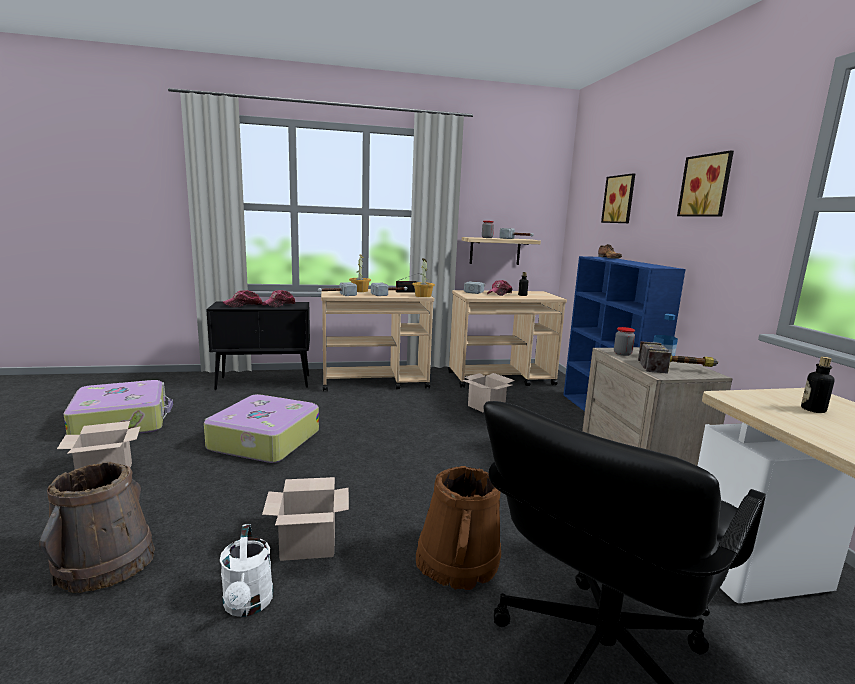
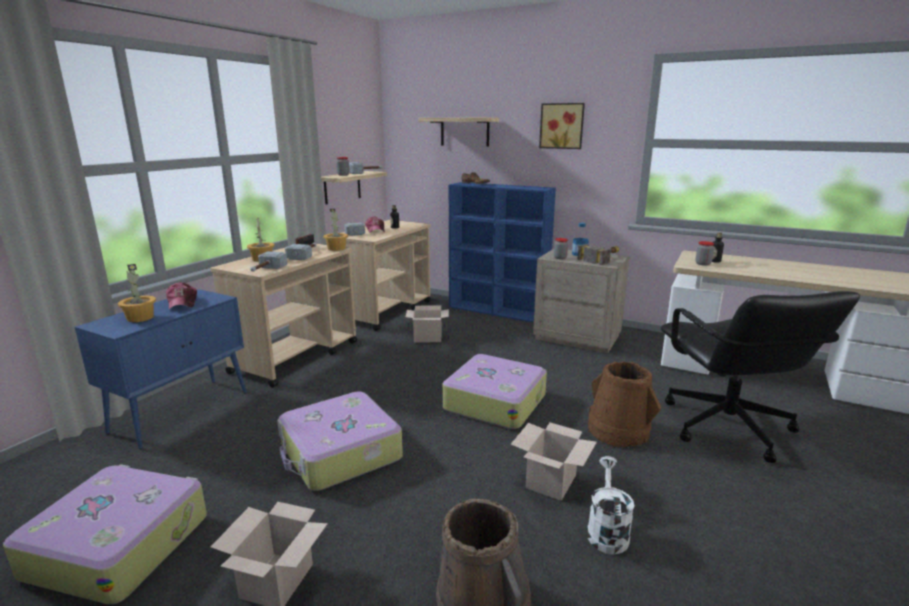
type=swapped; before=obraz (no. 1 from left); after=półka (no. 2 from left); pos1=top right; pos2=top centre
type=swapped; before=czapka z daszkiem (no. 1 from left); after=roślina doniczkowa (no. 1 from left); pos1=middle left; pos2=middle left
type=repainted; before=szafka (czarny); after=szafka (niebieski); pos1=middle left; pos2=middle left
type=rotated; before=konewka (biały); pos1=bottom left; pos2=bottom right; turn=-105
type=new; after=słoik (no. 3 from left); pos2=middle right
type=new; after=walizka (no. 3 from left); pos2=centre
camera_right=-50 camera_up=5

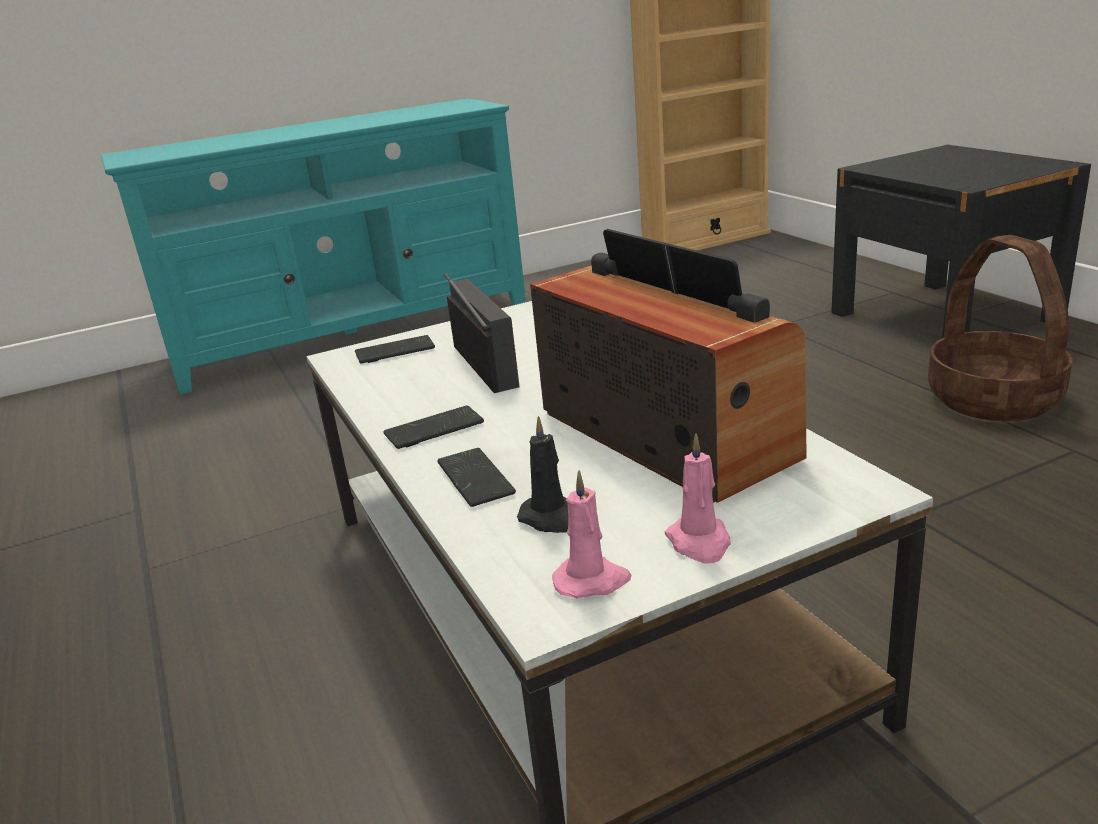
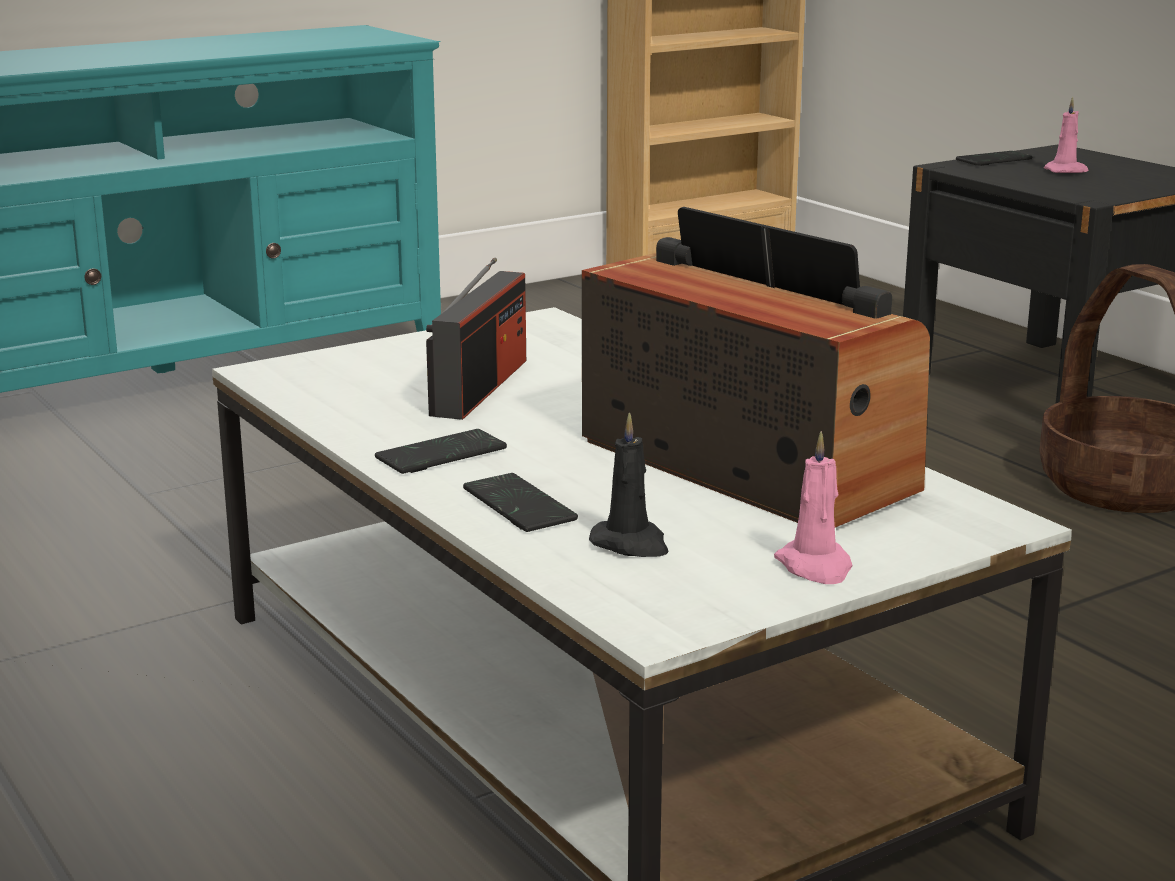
type=rotated; before=radio (no. 1 from left); pos1=centre; pos2=centre; turn=45
type=shifted; before=telefon (no. 1 from left in the first image); after=telefon (no. 3 from left); pos1=centre; pos2=top right
type=shifted; before=świeca (różowy) (no. 1 from left in the first image); after=świeca (różowy) (no. 2 from left); pos1=centre; pos2=top right
camera_right=-10 camera_up=-5

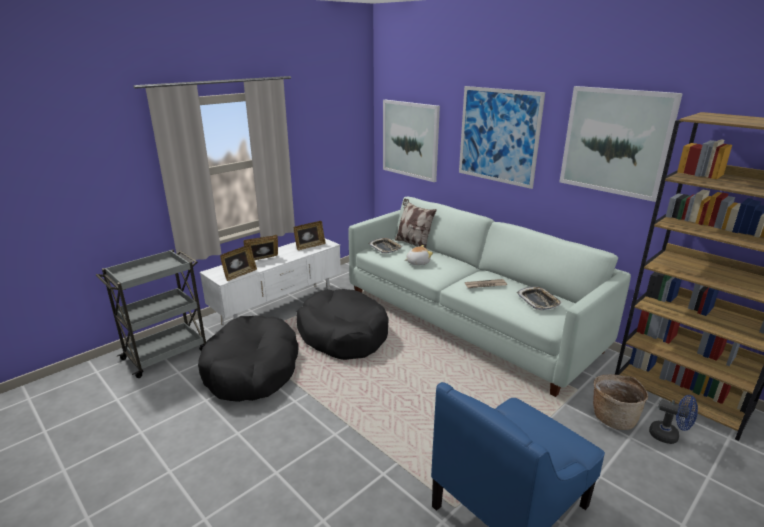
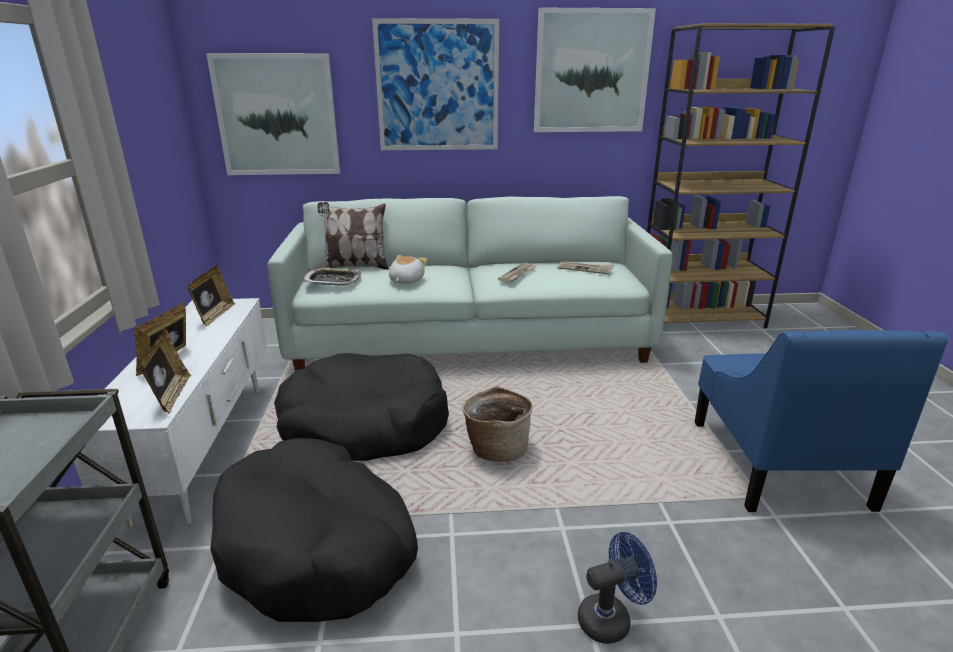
type=swapped; before=taca (no. 2 from left); after=gazeta (no. 2 from left); pos1=middle right; pos2=centre
type=shifted; before=koszyk; pos1=bottom right; pos2=centre
type=shifted; before=wentylator (niebieski); pos1=bottom right; pos2=bottom centre
camera_right=-50 camera_up=0

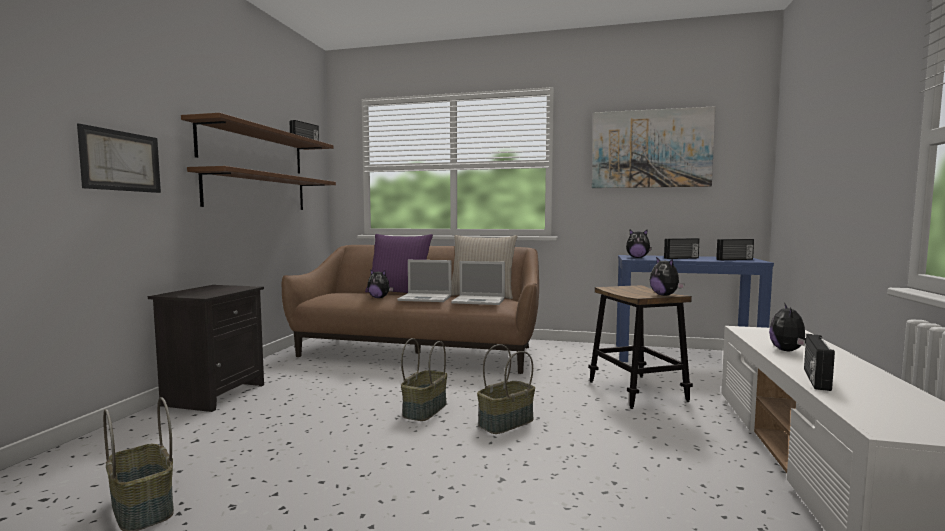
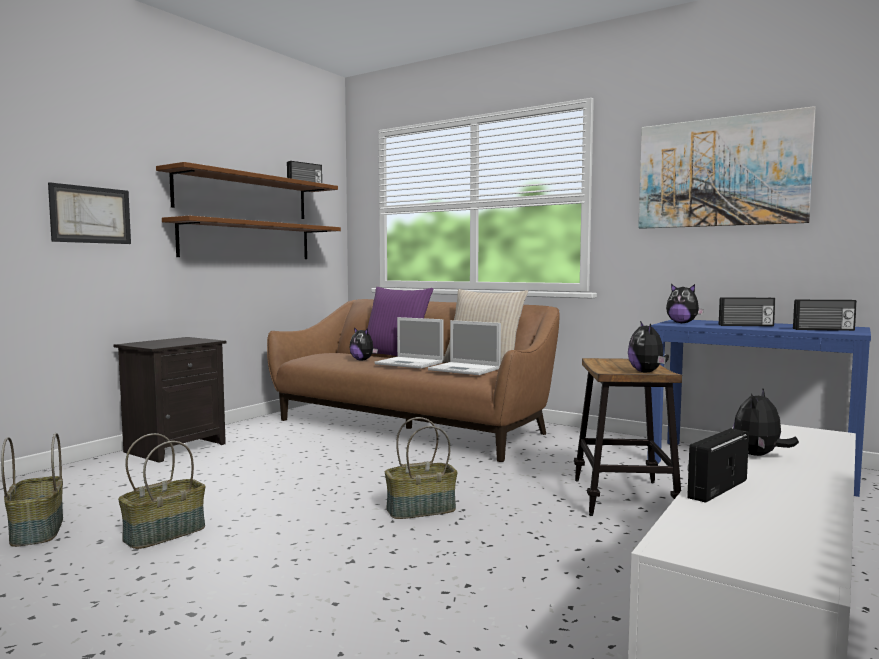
type=shifted; before=koszyk (no. 2 from left); pos1=bottom centre; pos2=bottom left
camera_right=20 camera_up=0

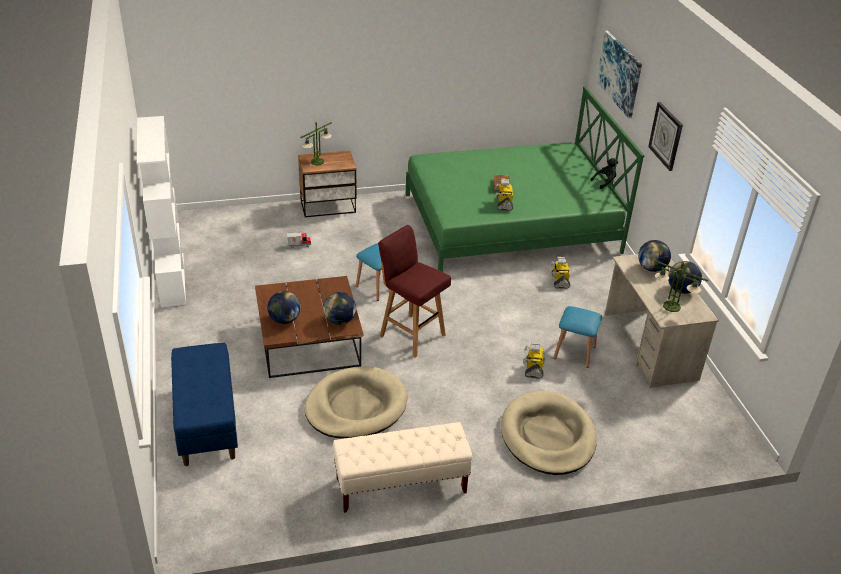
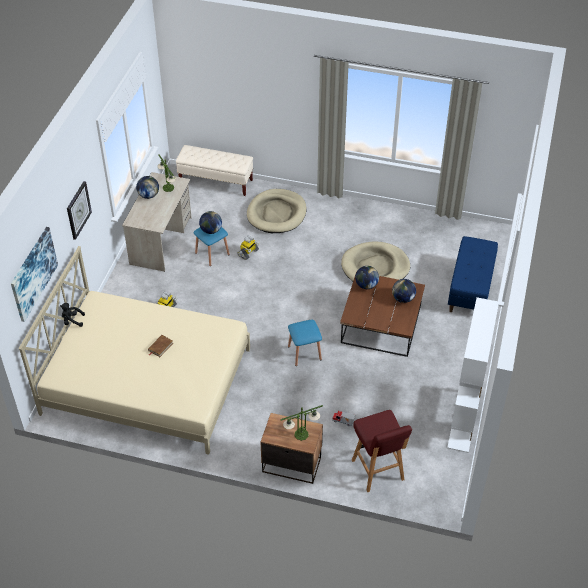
type=repainted; before=łóżko (zielony); after=łóżko (beżowy); pos1=top centre; pos2=middle left
type=gone; before=robot zabawkowy (no. 1 from left); pos1=centre
type=shifted; before=stołek (czerwony); pos1=centre; pos2=bottom centre
type=shifted; before=globus (no. 3 from left in the first image); after=globus (no. 2 from left); pos1=middle right; pos2=centre
type=shifted; before=ławka (beżowy); pos1=bottom centre; pos2=top centre
camera_right=-150 camera_up=10

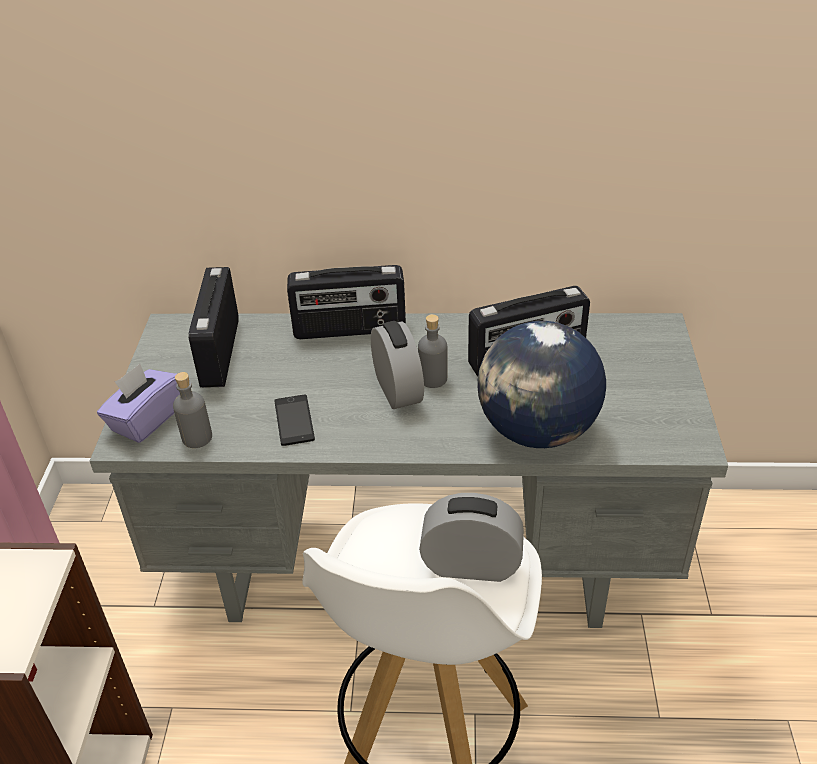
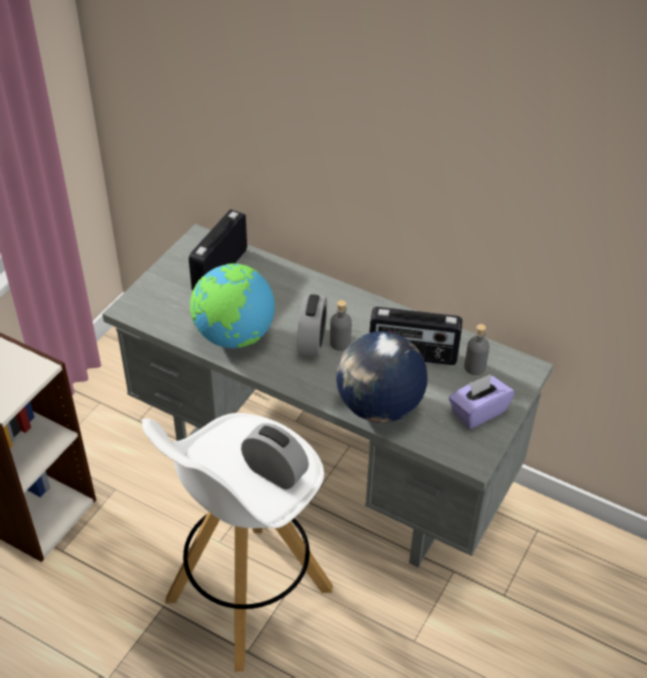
type=gone; before=radio (no. 2 from left); pos1=centre
type=shifted; before=pudełko chusteczek (fioletowy); pos1=middle left; pos2=middle right
type=shifted; before=butelka (szary) (no. 1 from left in the first image); after=butelka (szary) (no. 2 from left); pos1=middle left; pos2=middle right
type=swapped; before=telefon; after=globus (no. 1 from left); pos1=centre; pos2=centre
camera_right=25 camera_up=5

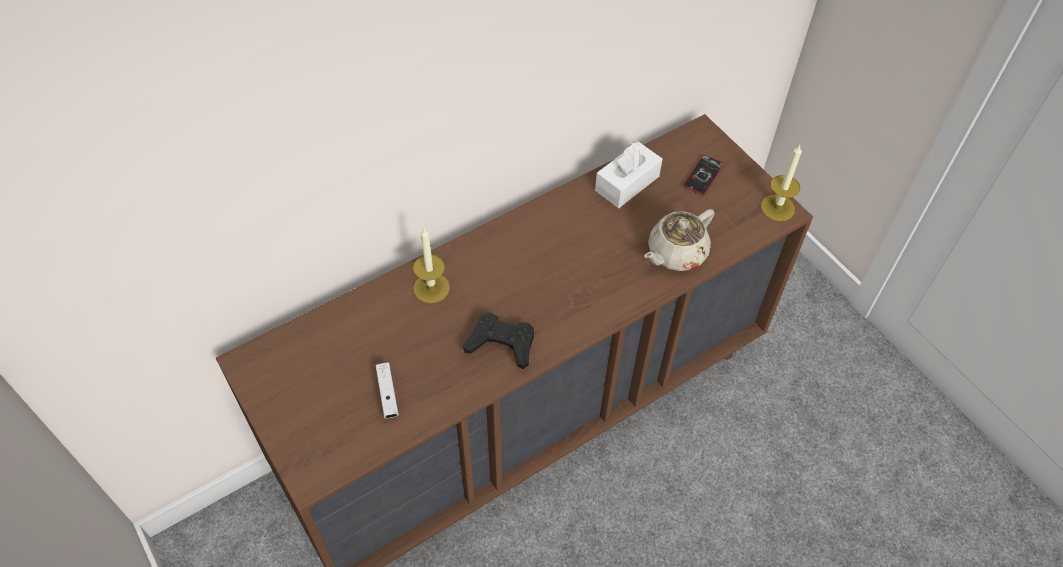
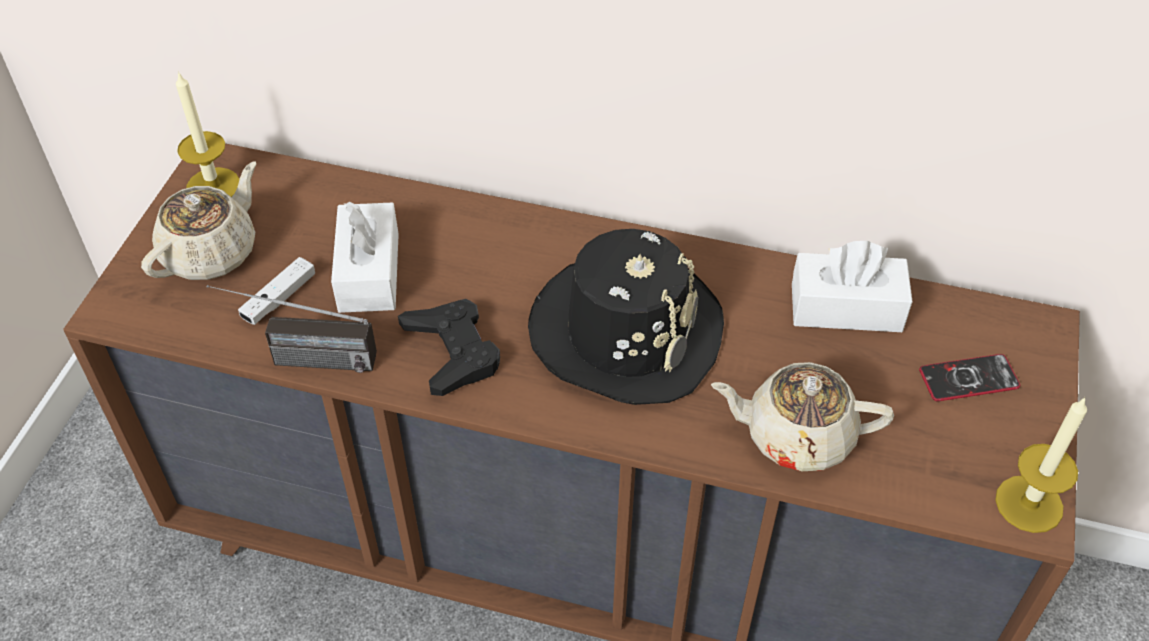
type=shifted; before=świeca (no. 1 from left); pos1=centre; pos2=top left
type=new; after=imbryk (beżowy) (no. 1 from left); pos2=middle left
type=new; after=pudełko chusteczek (biały) (no. 1 from left); pos2=middle left
type=new; after=kapelusz (czarny); pos2=centre
type=new; after=radio; pos2=middle left
camera_right=50 camera_up=-5

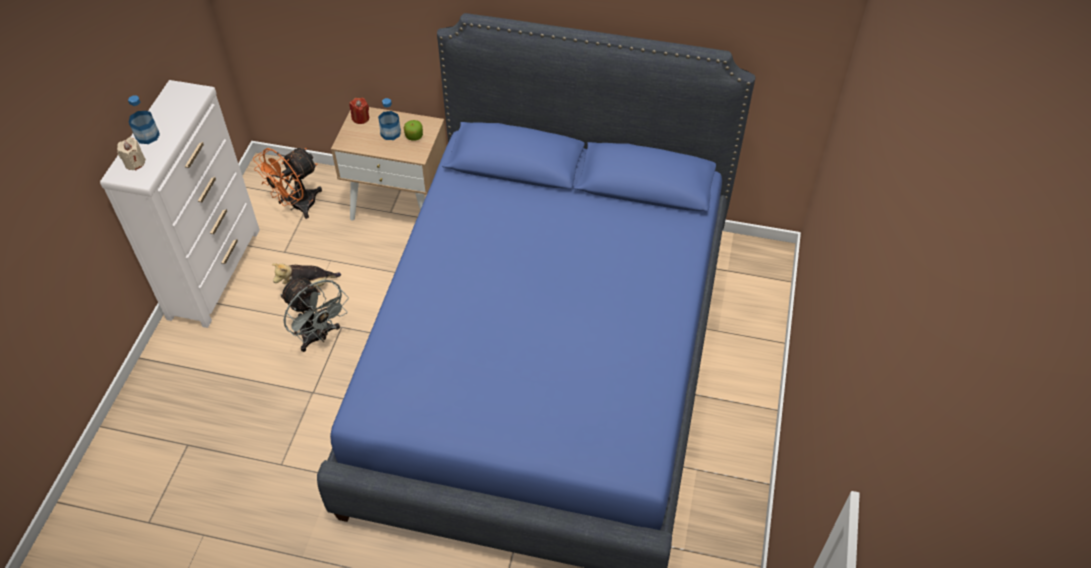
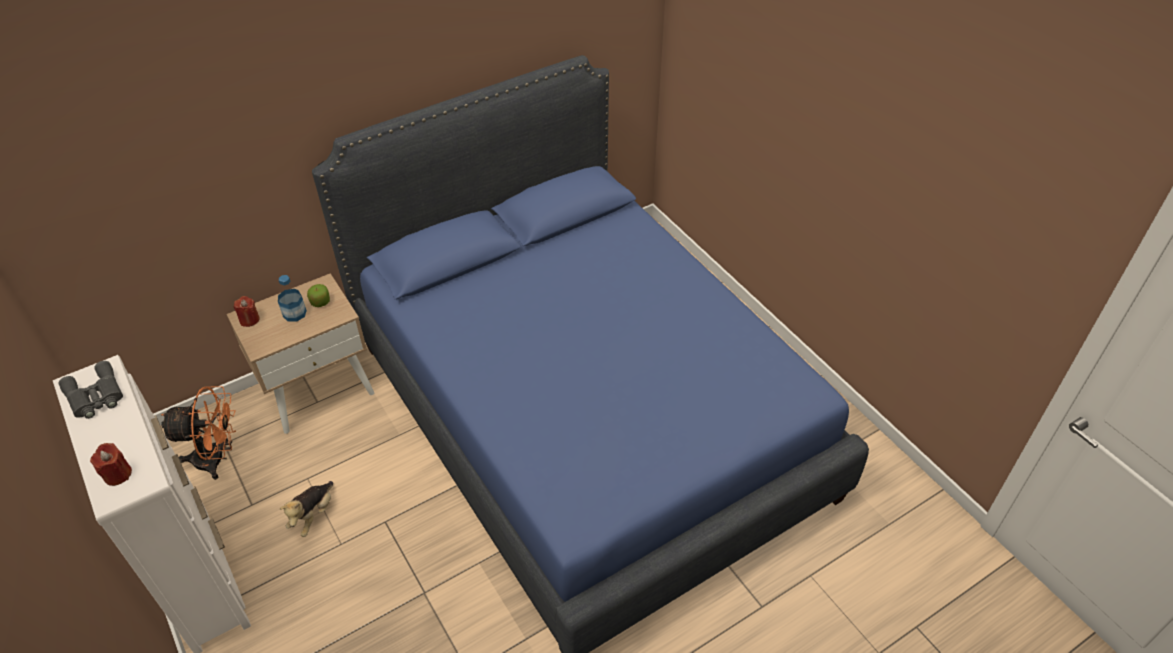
type=gone; before=butelka (no. 1 from left); pos1=top left
type=repainted; before=świeca (beżowy); after=świeca (czerwony) (no. 1 from left); pos1=top left; pos2=bottom left
type=rotated; before=wentylator (pomarańczowy); pos1=top left; pos2=middle left; turn=-90
type=gone; before=wentylator (szary); pos1=middle left
type=new; after=lornetka (szary); pos2=middle left
camera_right=-45 camera_up=-5

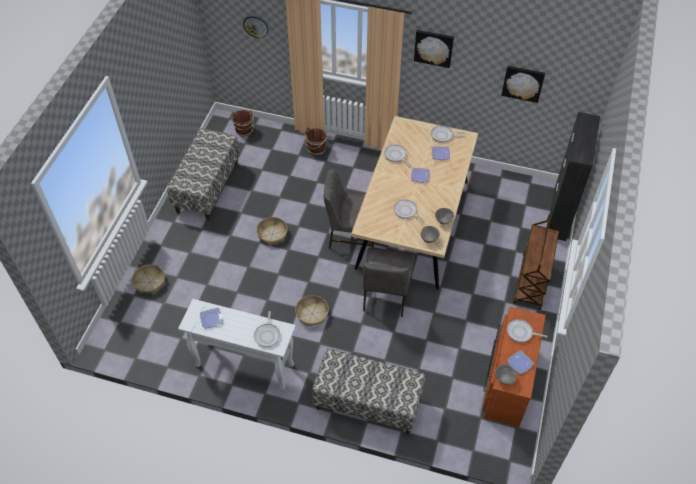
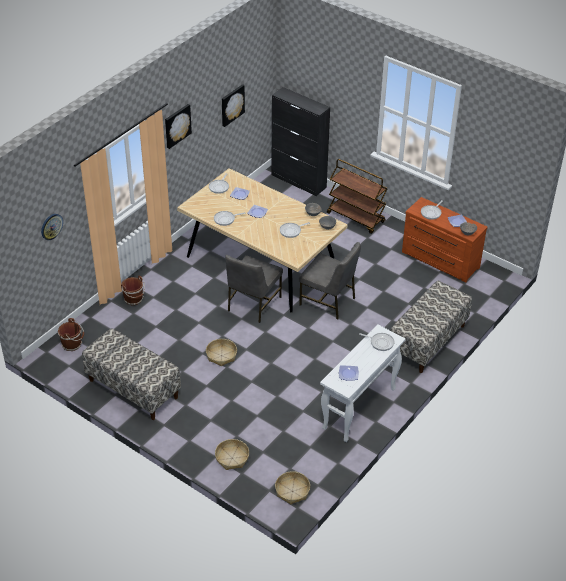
type=shifted; before=koszyk (no. 3 from left); pos1=centre; pos2=bottom centre
camera_right=-70 camera_up=-10

